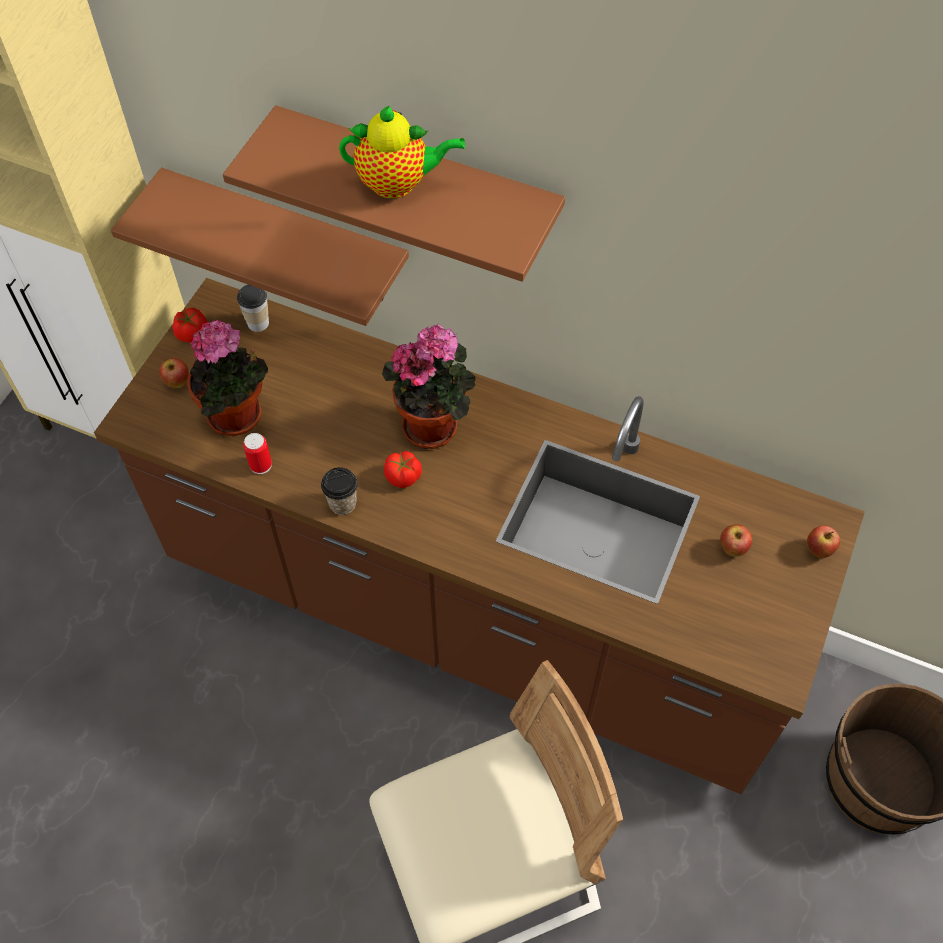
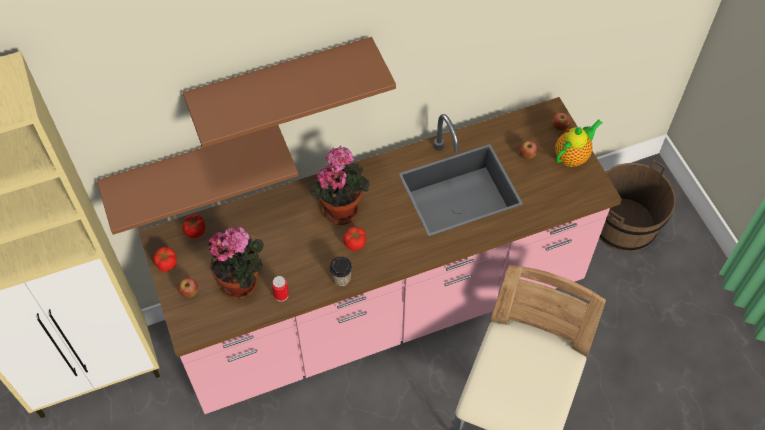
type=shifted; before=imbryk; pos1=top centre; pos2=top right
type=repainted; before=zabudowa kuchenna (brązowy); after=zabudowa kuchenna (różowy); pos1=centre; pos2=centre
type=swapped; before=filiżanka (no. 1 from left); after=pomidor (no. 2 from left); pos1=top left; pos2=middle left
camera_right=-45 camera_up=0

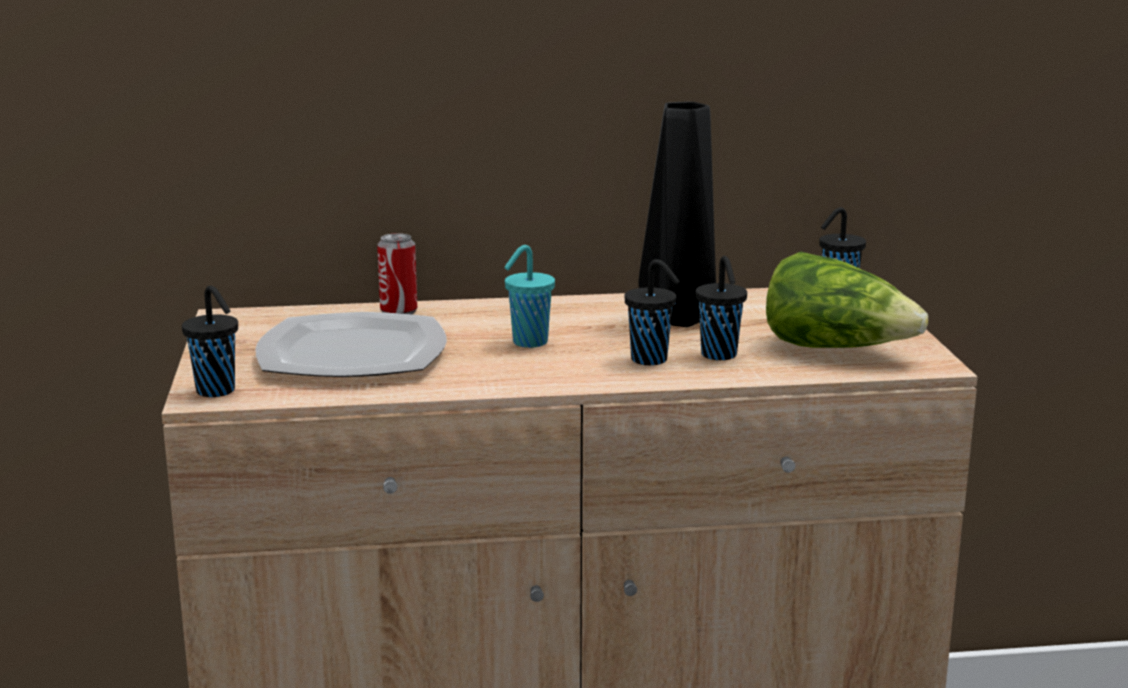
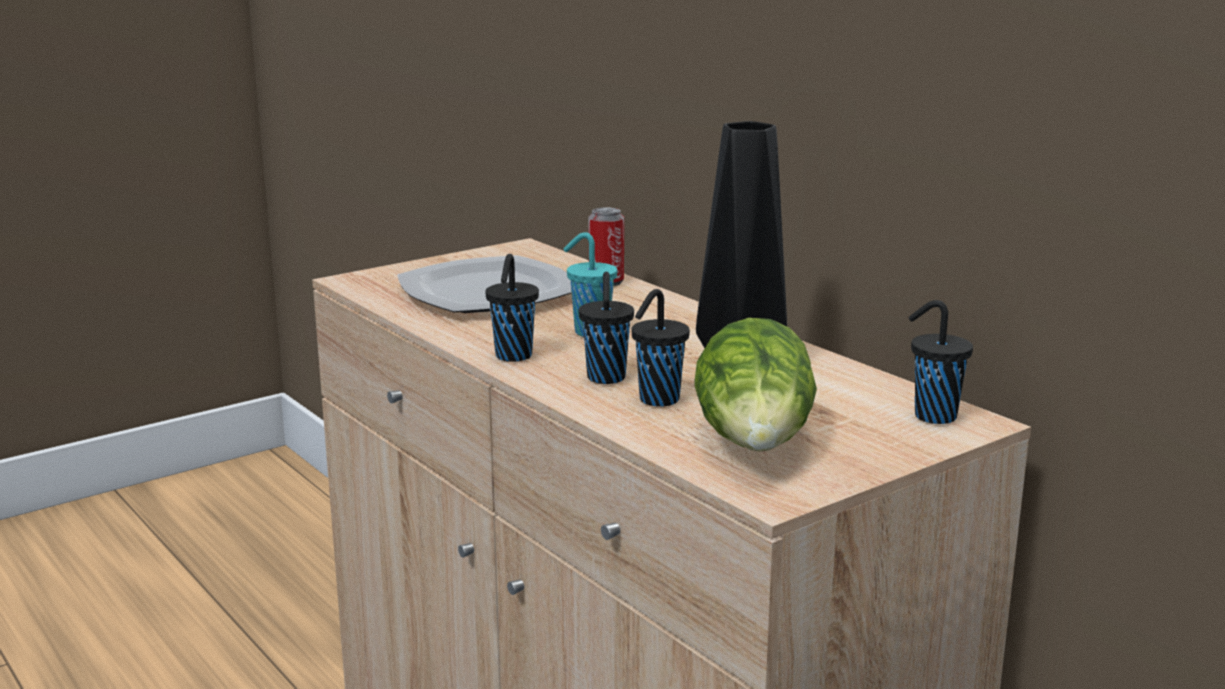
type=shifted; before=filiżanka (czarny) (no. 1 from left); pos1=middle left; pos2=centre
camera_right=60 camera_up=0

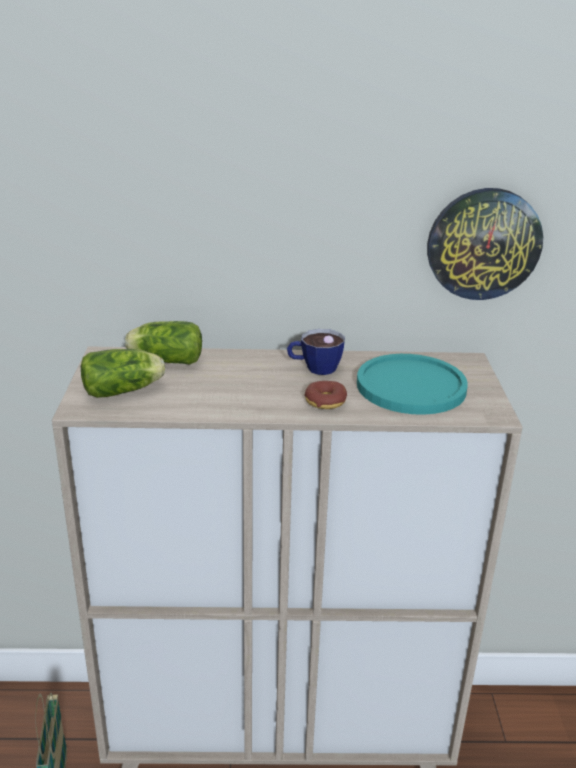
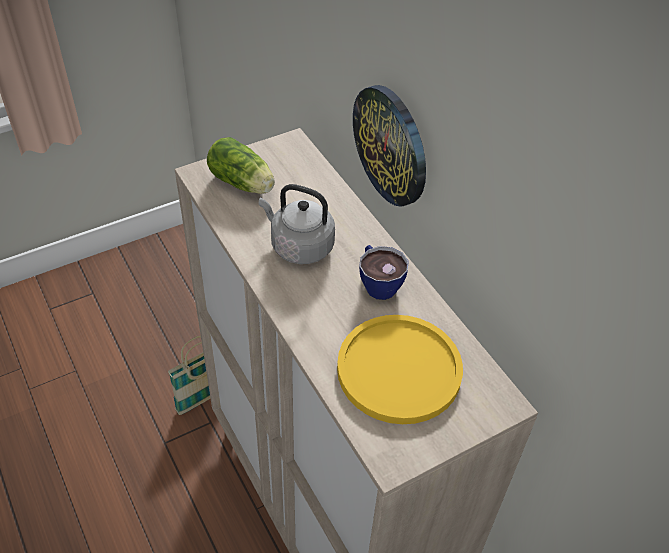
type=shifted; before=zegar ścienny; pos1=top right; pos2=top centre
type=gone; before=sałata (no. 2 from left); pos1=middle left
type=repainted; before=talerz (turkusowy); after=talerz (żółty); pos1=middle right; pos2=bottom centre
type=gone; before=donut; pos1=centre
type=new; after=czajnik (szary); pos2=centre
camera_right=60 camera_up=20

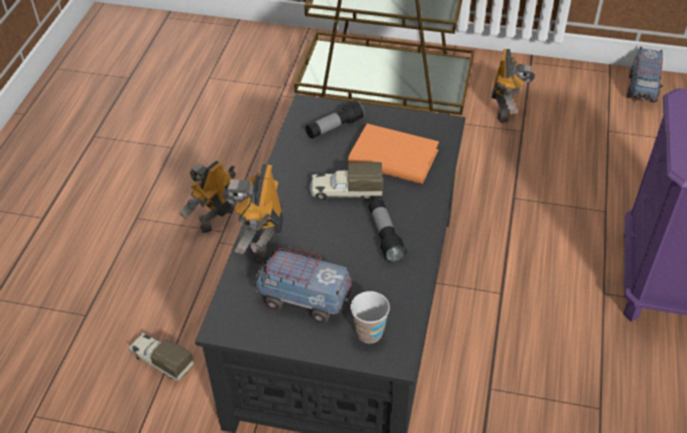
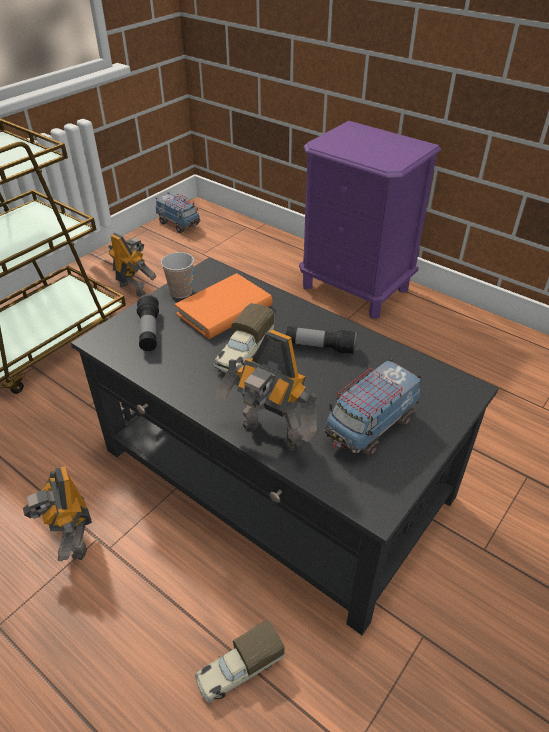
type=shifted; before=filiżanka; pos1=bottom centre; pos2=middle left
camera_right=-65 camera_up=-5

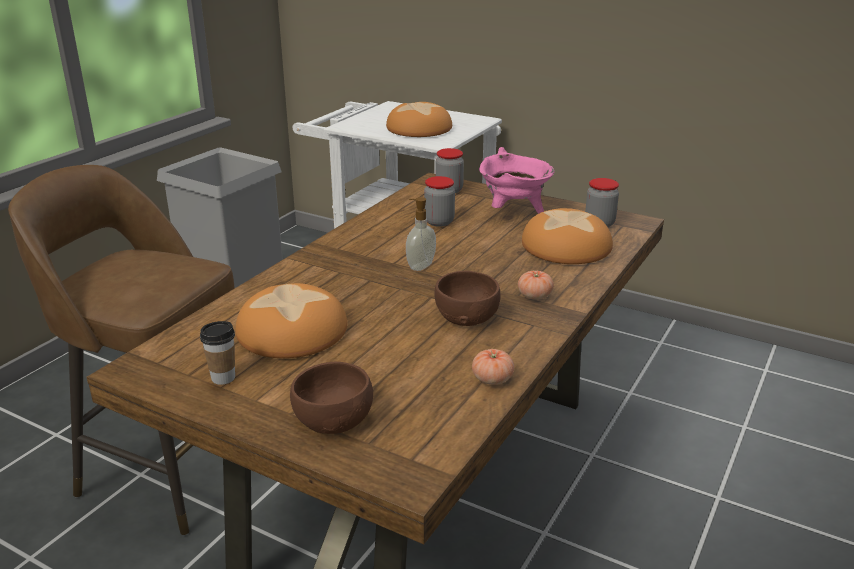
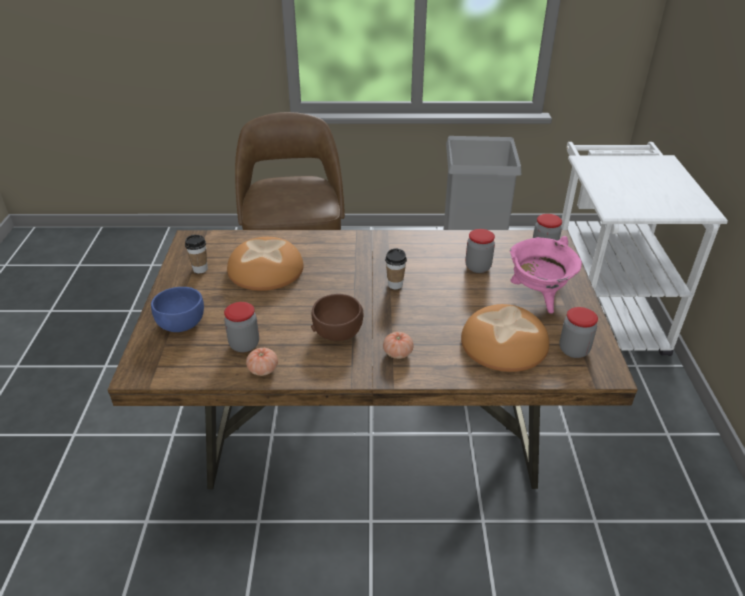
type=gone; before=chleb (no. 2 from left); pos1=top centre
type=swapped; before=dozownik mydła; after=filiżanka (no. 2 from left); pos1=centre; pos2=centre
type=repainted; before=miska (brązowy) (no. 1 from left); after=miska (niebieski); pos1=bottom centre; pos2=middle left
type=new; after=słoik (no. 1 from left); pos2=middle left
camera_right=60 camera_up=10

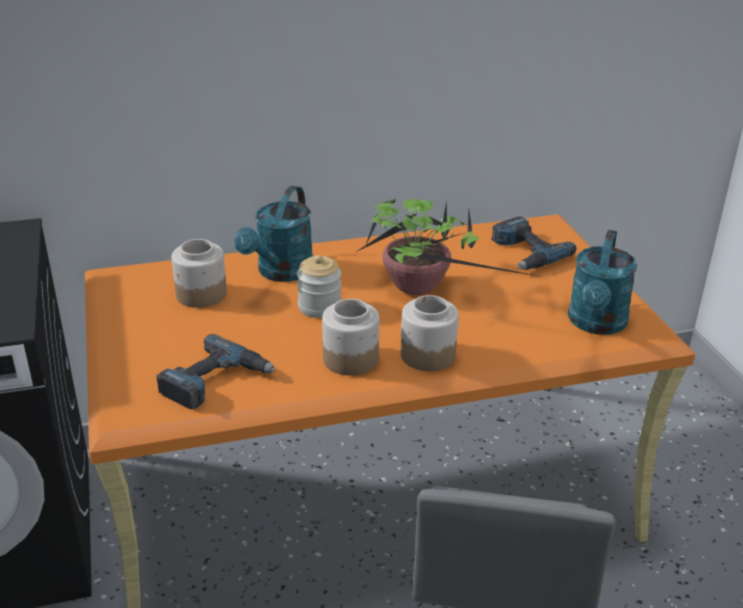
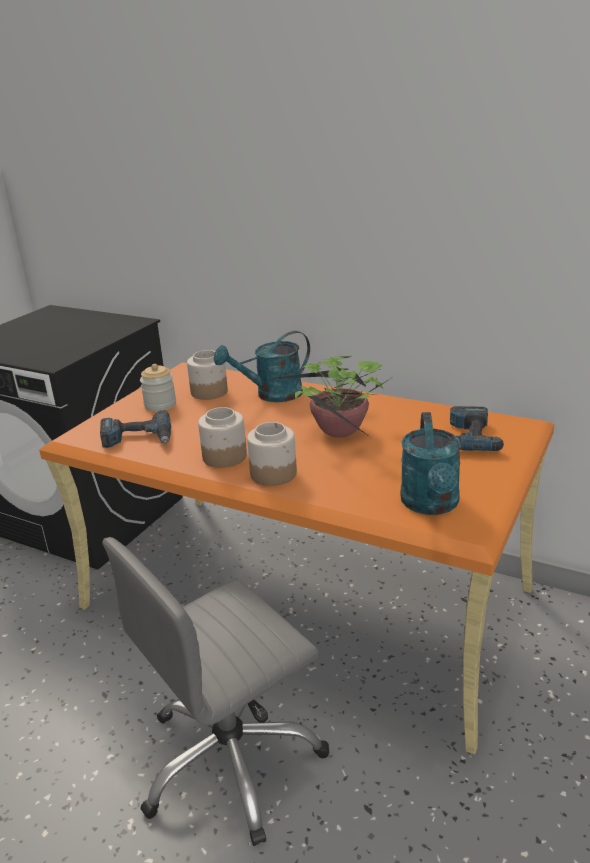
type=rotated; before=konewka (turkusowy) (no. 2 from left); pos1=middle right; pos2=middle right; turn=-60
type=shifted; before=słoik (no. 2 from left in the first image); after=słoik (no. 1 from left); pos1=centre; pos2=middle left
camera_right=45 camera_up=-5

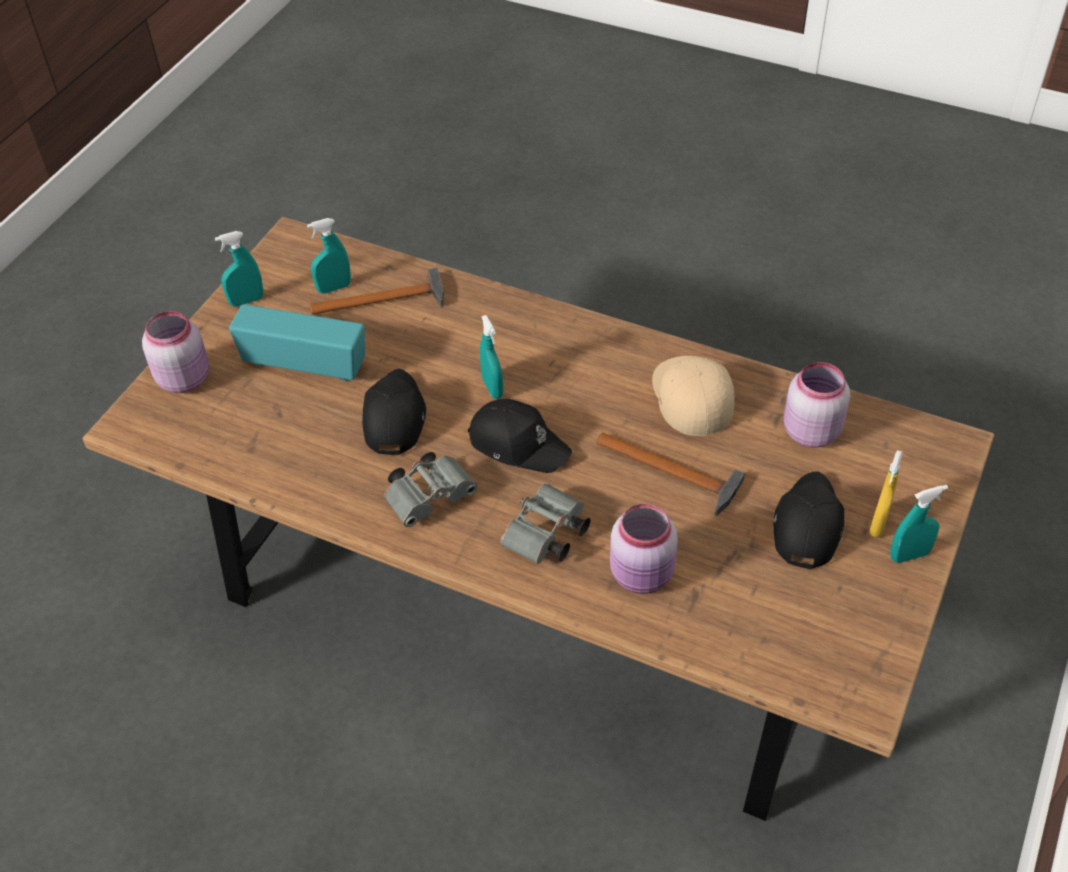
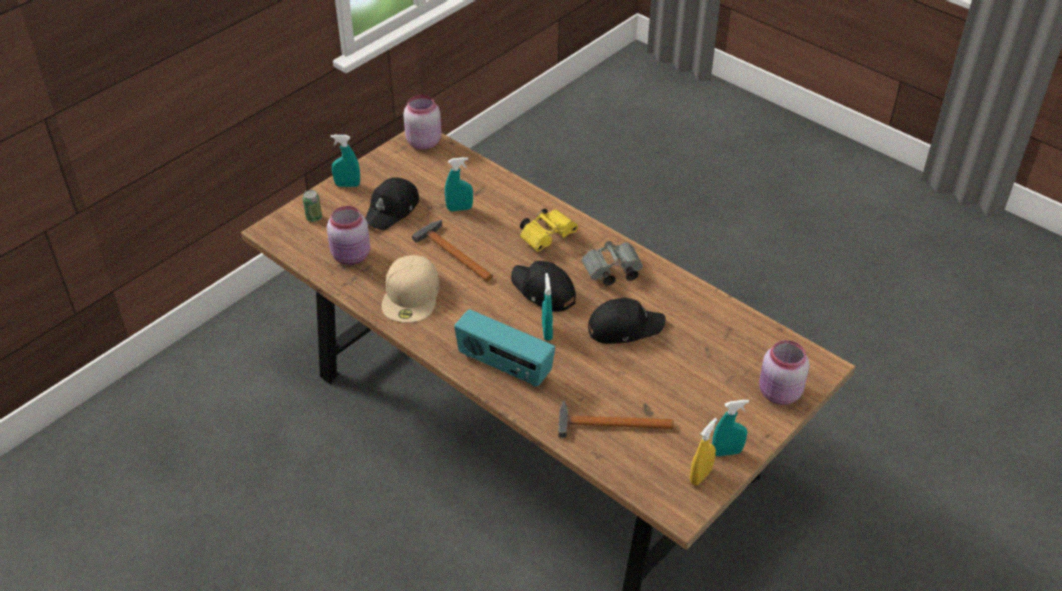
type=shifted; before=spryskiwacz (turkusowy) (no. 2 from left); pos1=top left; pos2=top centre
type=shifted; before=radio; pos1=middle left; pos2=centre
type=rotated; before=czapka z daszkiem (czarny) (no. 1 from left in the first image); pos1=centre; pos2=centre; turn=-120
type=shifted; before=spryskiwacz (żółty); pos1=middle right; pos2=bottom centre
type=repainted; before=lornetka (szary) (no. 2 from left); after=lornetka (żółty); pos1=centre; pos2=centre
type=shifted; before=słoik (różowy) (no. 2 from left); pos1=centre; pos2=top centre
type=new; after=puszka; pos2=middle left
camera_right=-165 camera_up=-5

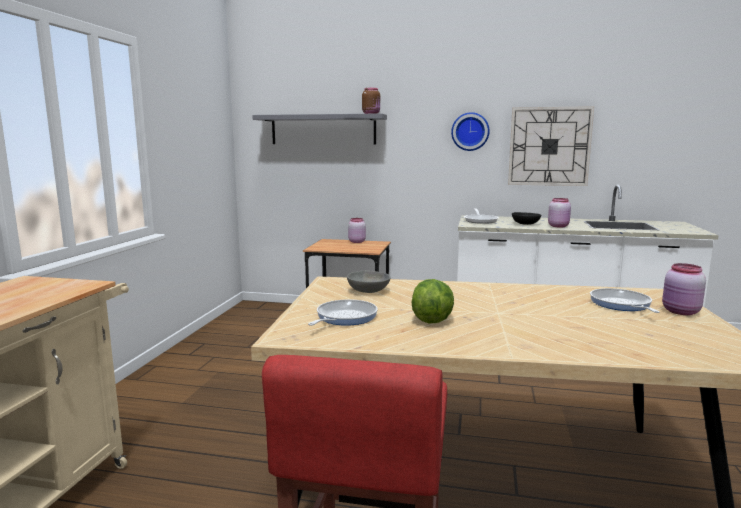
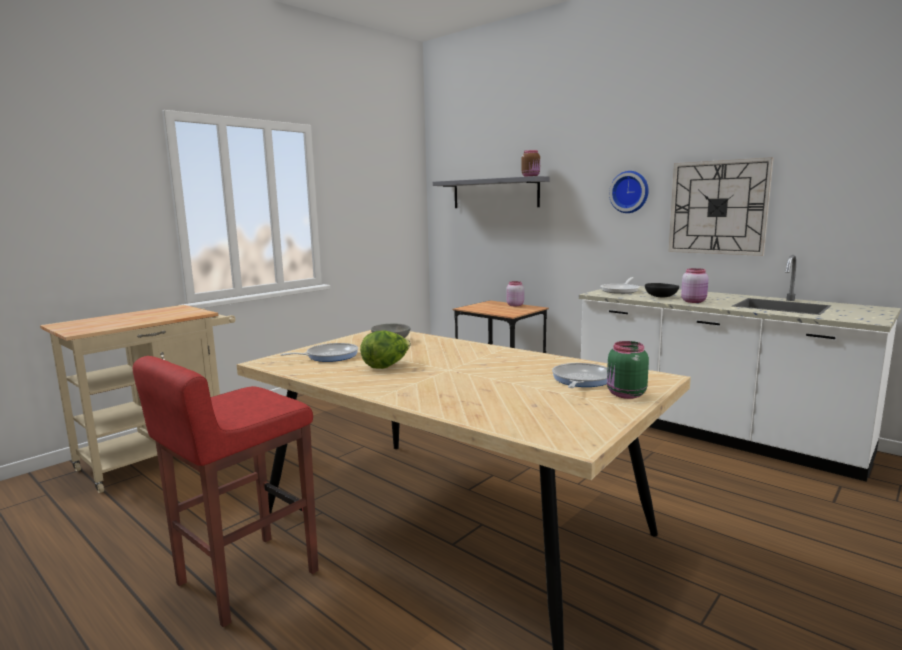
type=repainted; before=słoik (różowy) (no. 3 from left); after=słoik (zielony); pos1=middle right; pos2=middle right
camera_right=30 camera_up=0

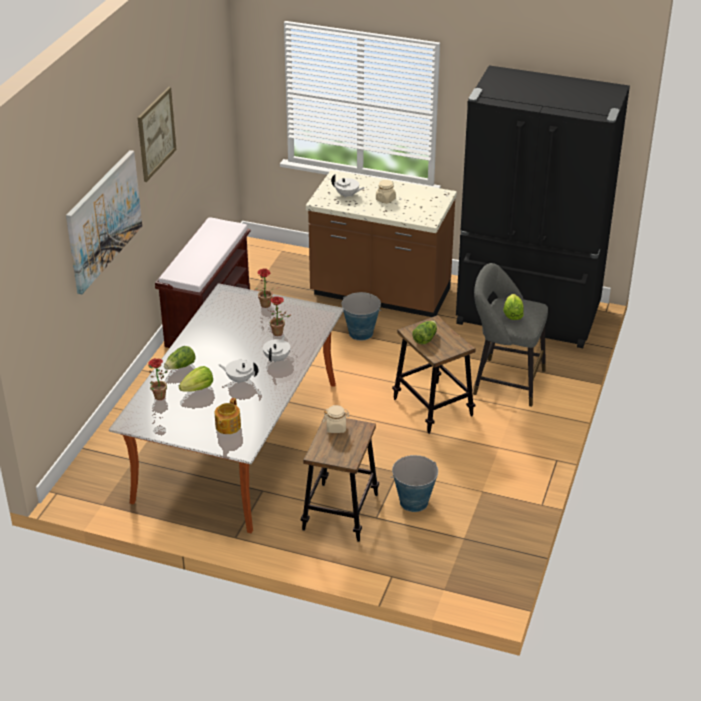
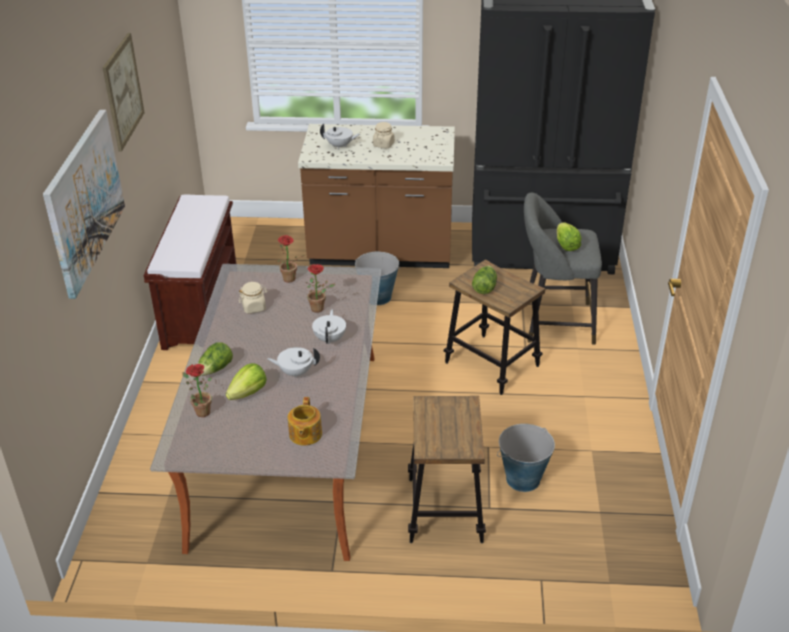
type=shifted; before=słoik (beżowy) (no. 1 from left); pos1=centre; pos2=middle left
camera_right=-15 camera_up=0

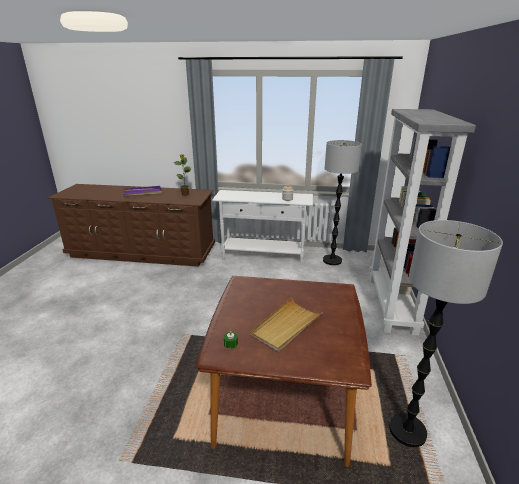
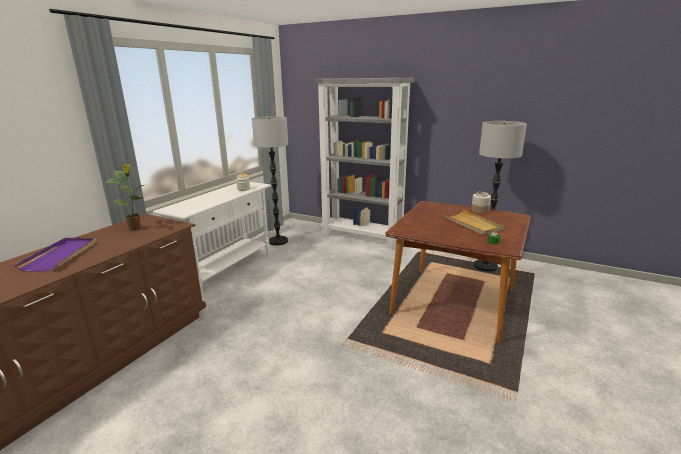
type=new; after=słoik (no. 2 from left); pos2=middle right
camera_right=-70 camera_up=-5

